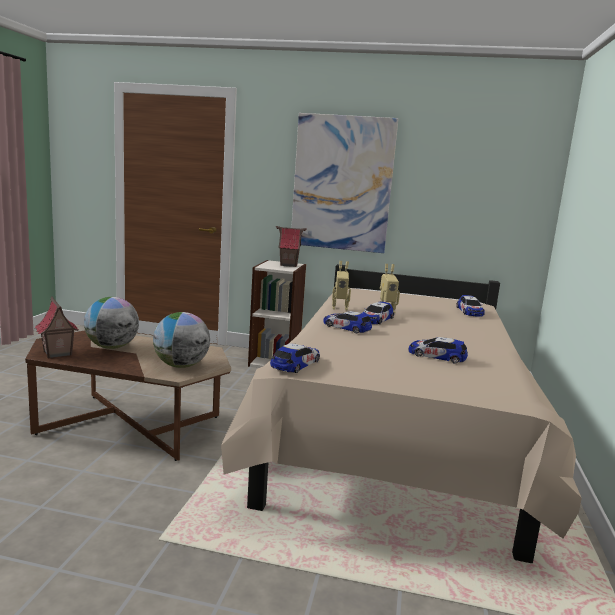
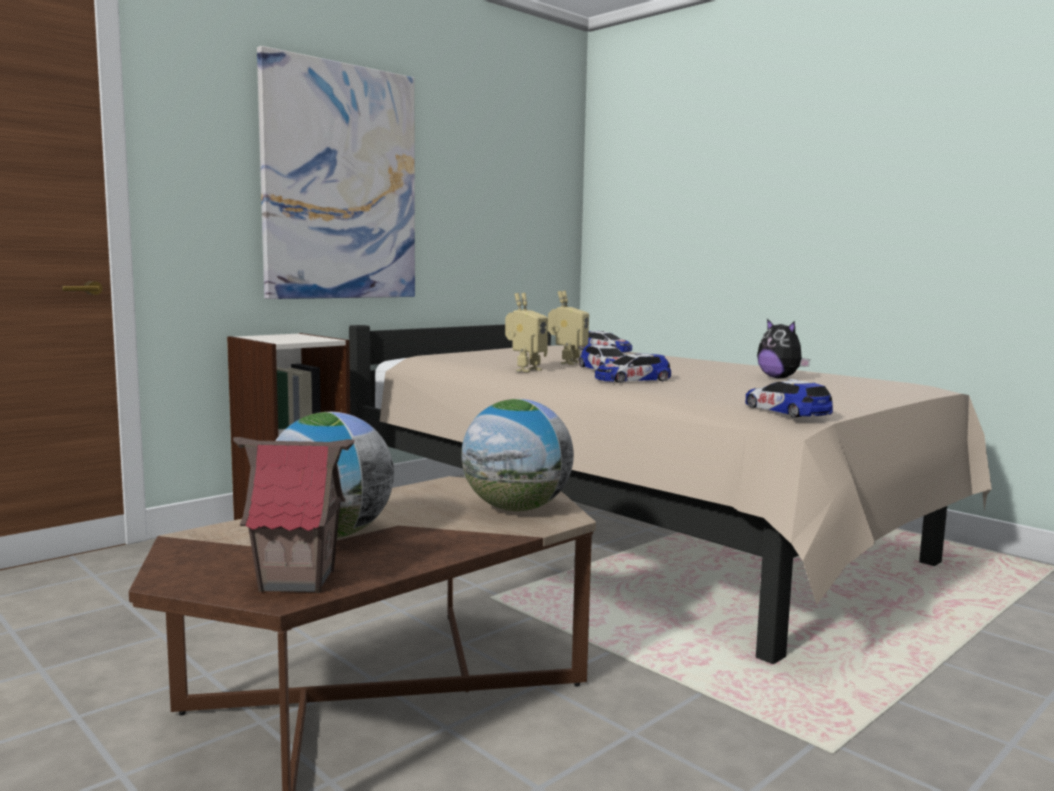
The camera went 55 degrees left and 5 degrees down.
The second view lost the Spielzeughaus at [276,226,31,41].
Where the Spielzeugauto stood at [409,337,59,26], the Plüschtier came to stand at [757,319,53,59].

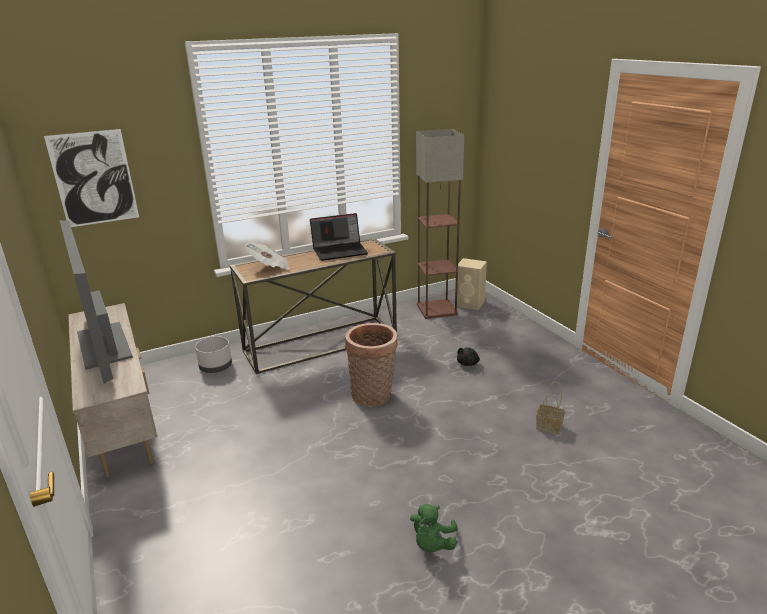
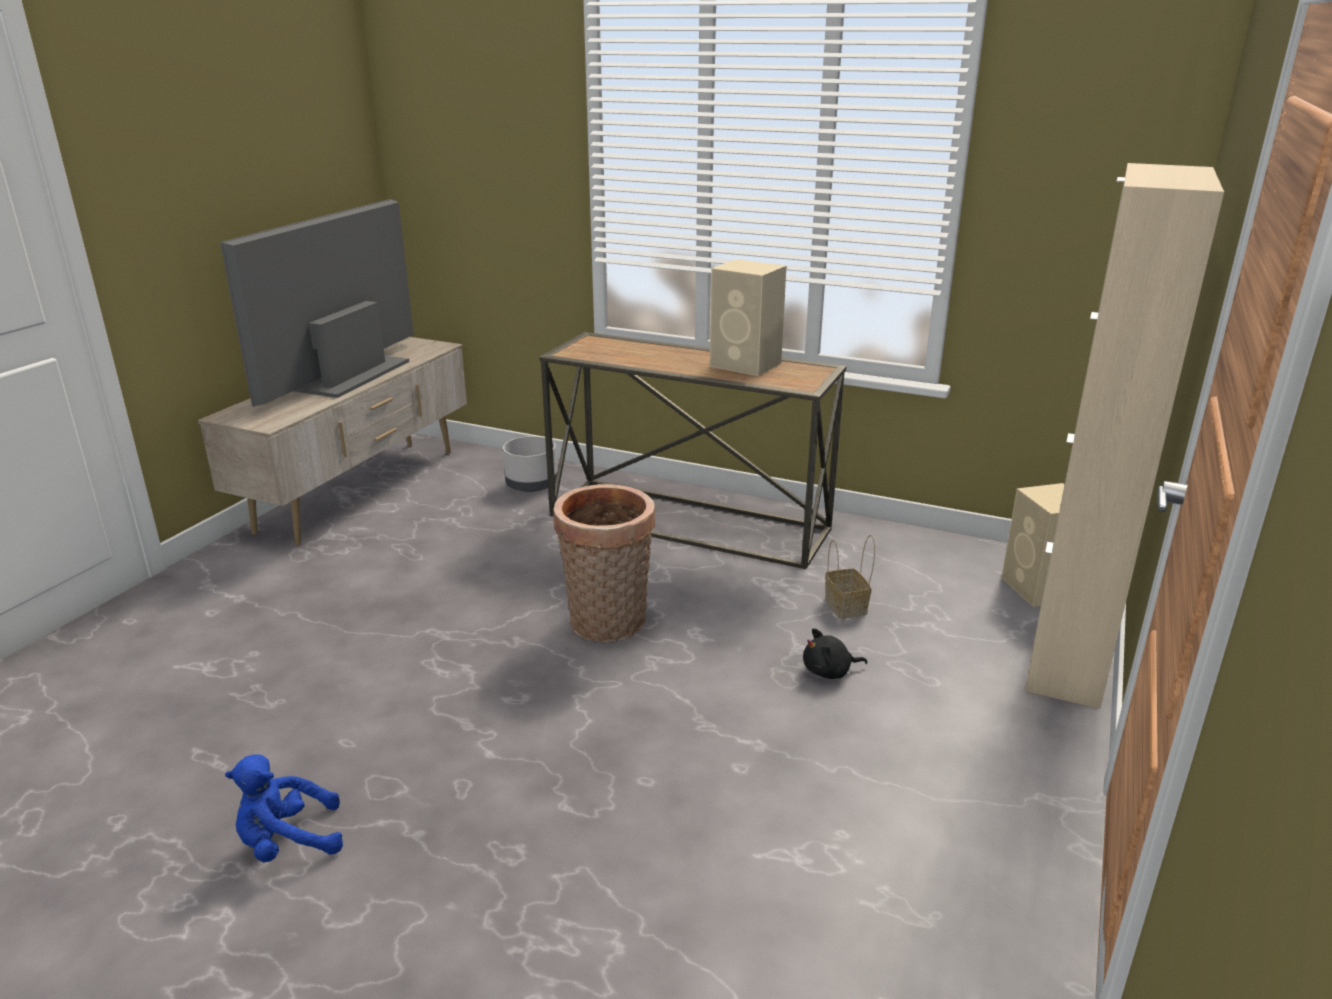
The camera went 50 degrees right and 0 degrees up.
The second view lost the Bild at [44,129,95,98].
The second view lost the Stehlampe at [416,129,48,190].
Where the Laptop stood at [310,213,58,48], the Lautsprecher (beige) came to stand at [710,259,76,117].
The second view lost the Zeitung at [245,244,45,25].
The Korb ended up elsewhere, having gone from [536,382,29,53] to [825,535,50,84].
What was the Plüschtier (grün) at [410,504,48,48] turned into the Plüschtier (blau) at [225,754,118,108].
The second view gained the Schrank (beige) at [1025,163,199,546].

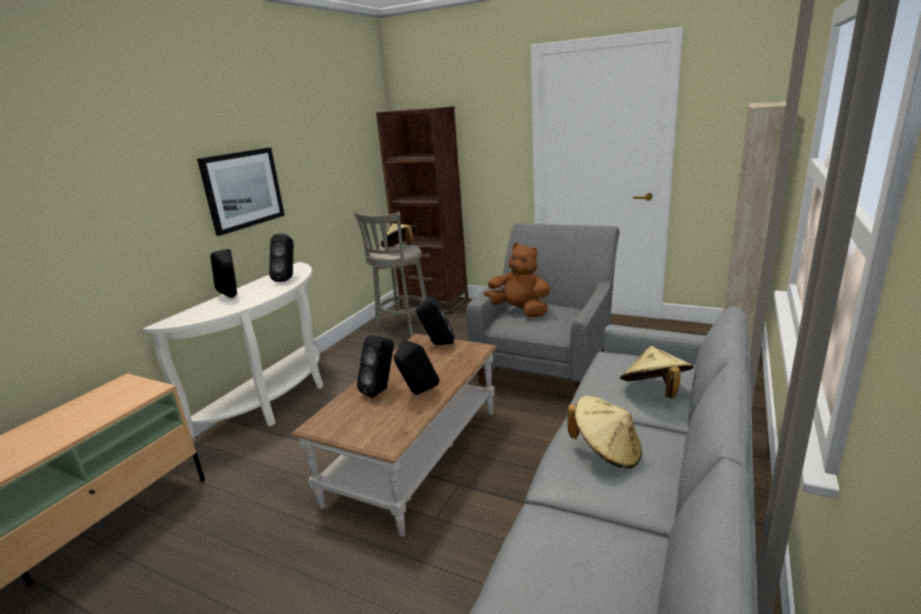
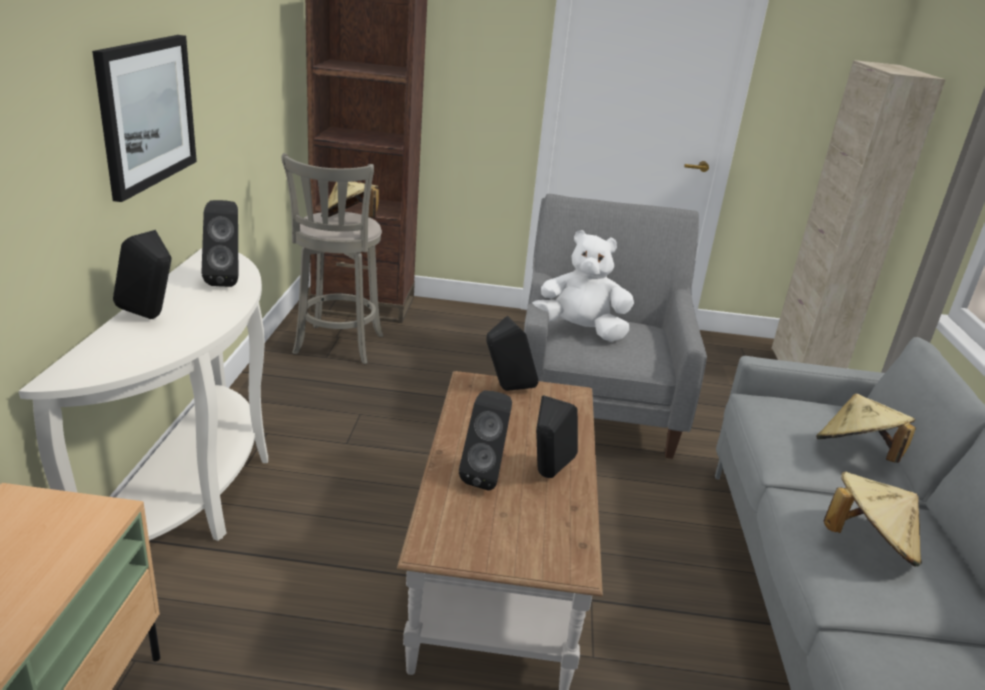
The camera went 25 degrees left and 5 degrees up.
What was the Plüschtier (braun) at [484,243,66,75] turned into the Plüschtier (weiß) at [532,230,102,112].

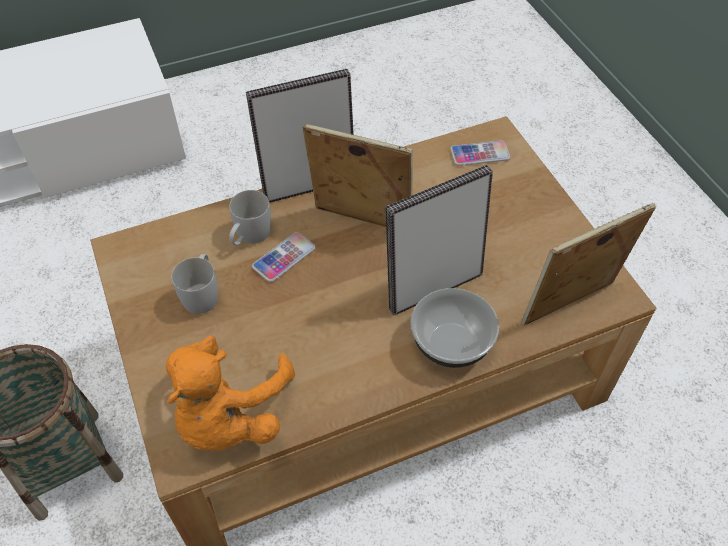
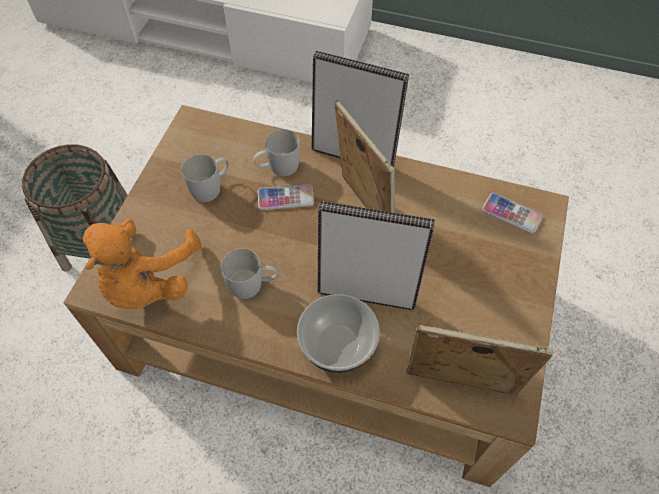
The camera went 40 degrees right and 5 degrees up.
The Plüschtier (orange) at [166,336,129,114] ended up facing another way, 45 degrees counterclockwise from before.
The second view gained the Henkelbecher (weiß) at [221,249,57,50].

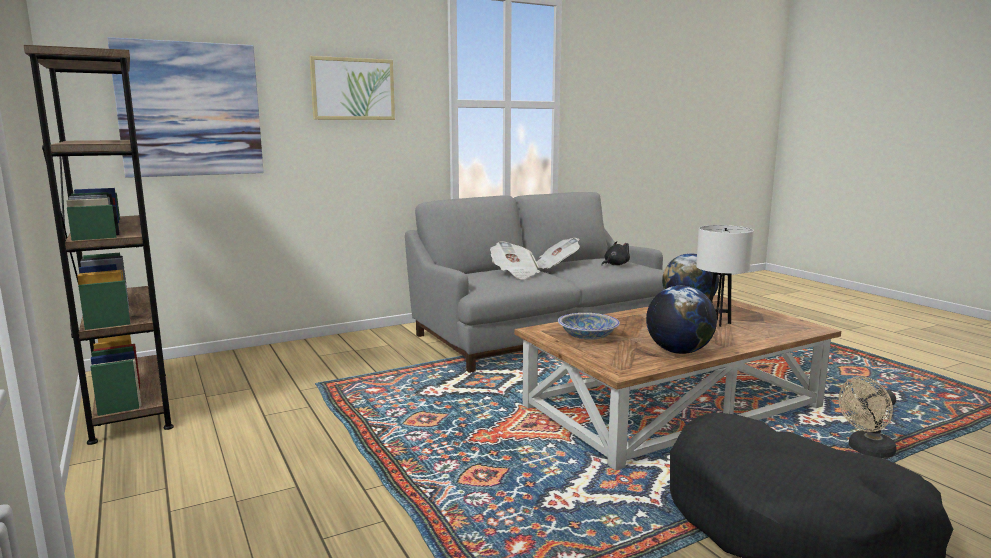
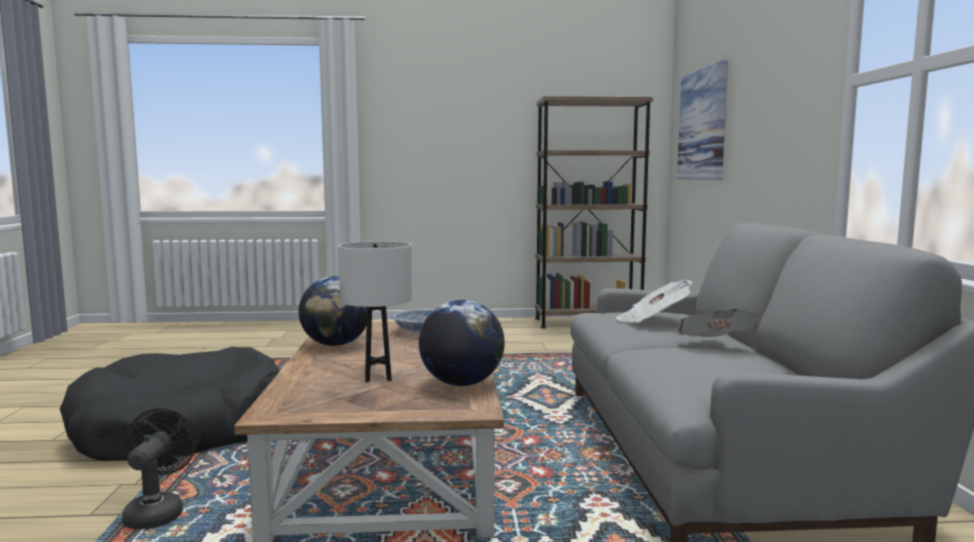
The camera went 115 degrees right and 5 degrees down.
The second view lost the Bild at [309,56,86,64].
The second view lost the Plüschtier (schwarz) at [601,241,29,24].
What was the Ventilator (beige) at [839,377,58,81] turned into the Ventilator (schwarz) at [122,408,75,121].

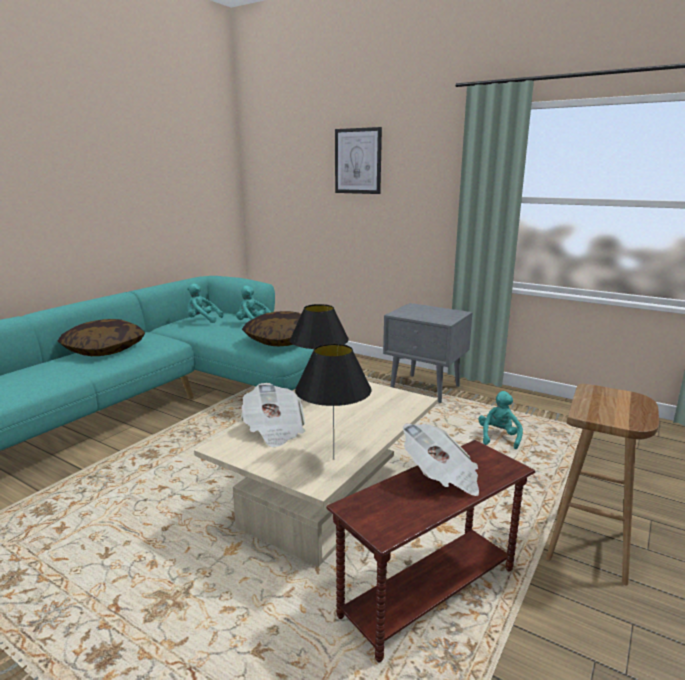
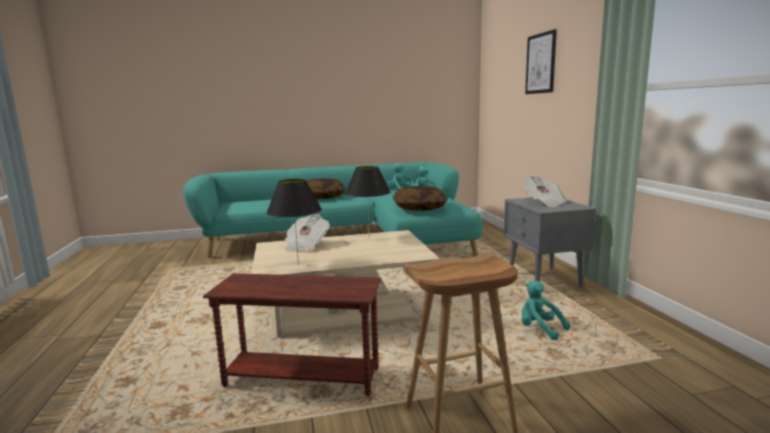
The camera went 45 degrees right and 5 degrees down.
The Plüschtier (türkis) at [478,391,45,58] ended up facing another way, 105 degrees counterclockwise from before.
The Zeitung ended up elsewhere, having gone from [403,423,76,73] to [523,176,44,31].

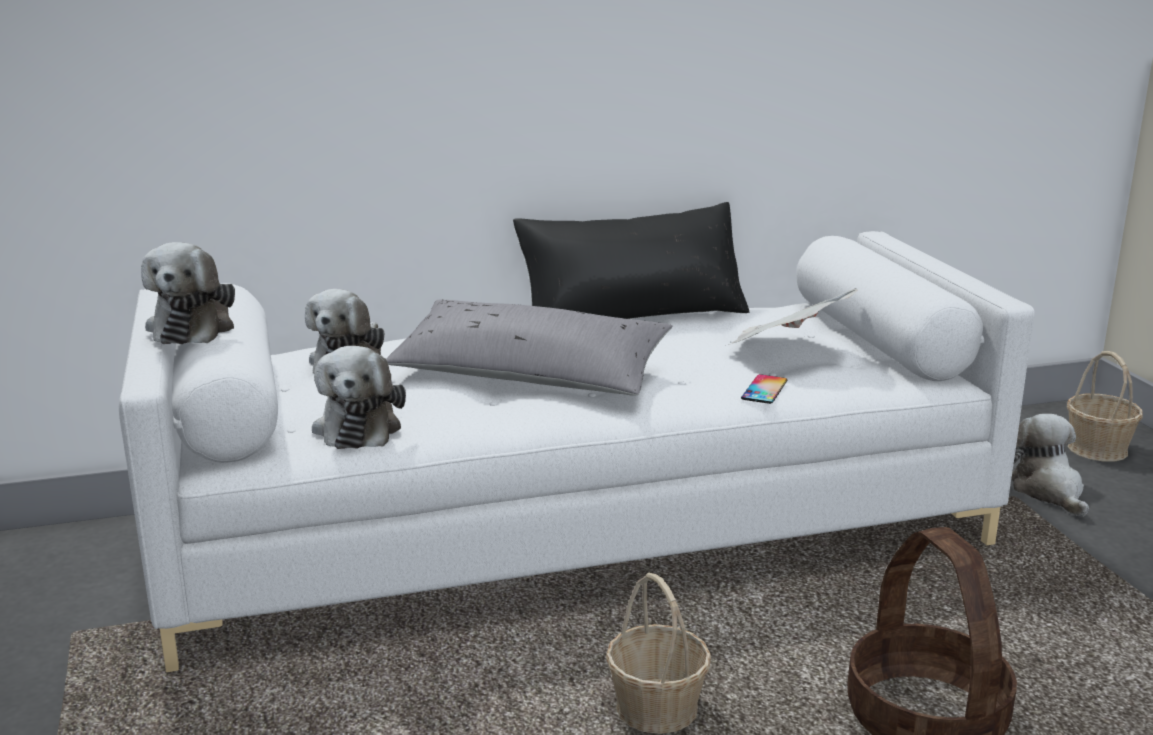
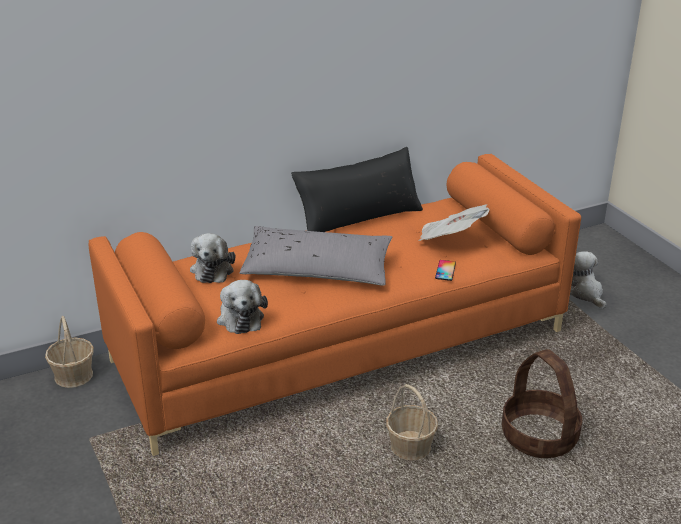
The camera went 10 degrees left and 10 degrees up.
What was the Sofa (weiß) at [119,231,916,441] turned into the Sofa (orange) at [89,154,492,302].
The second view lost the Plüschtier at [141,242,94,102].
The Korb ended up elsewhere, having gone from [1067,351,76,111] to [45,316,49,72].

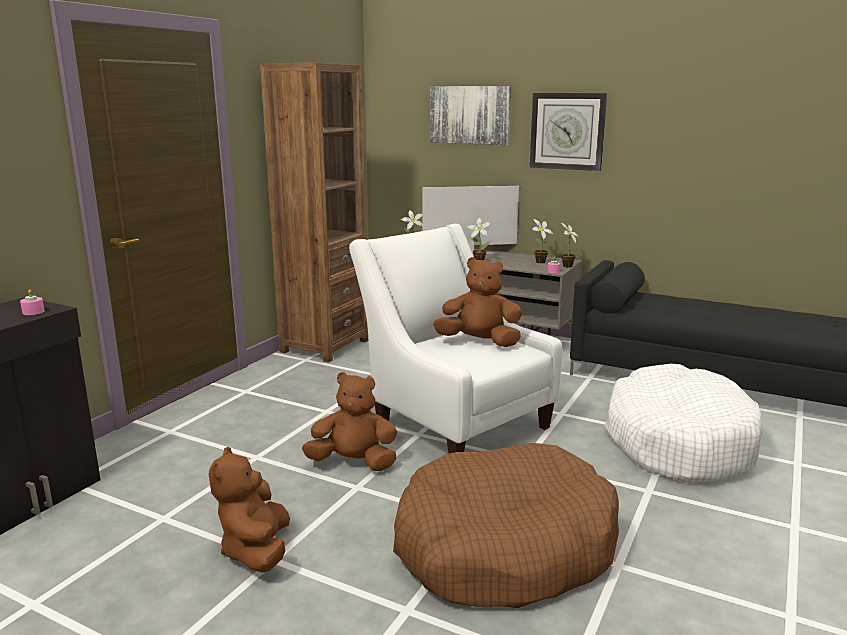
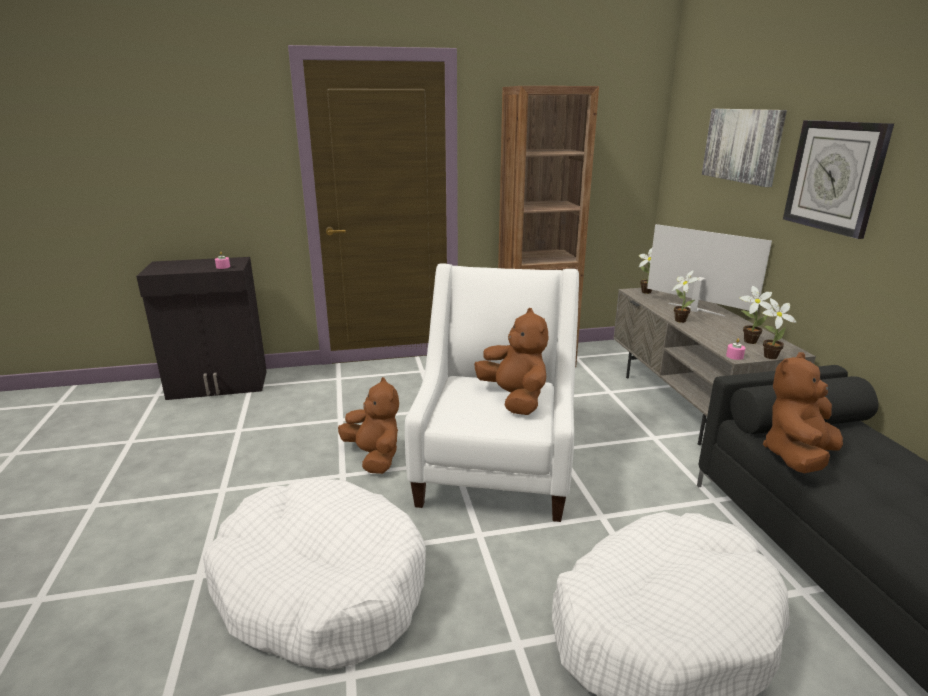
The camera went 50 degrees right and 5 degrees up.
What was the Hundebett (braun) at [393,443,226,165] turned into the Hundebett (weiß) at [203,478,223,192].
The Plüschtier (braun) ended up elsewhere, having gone from [209,447,81,126] to [763,352,80,121].

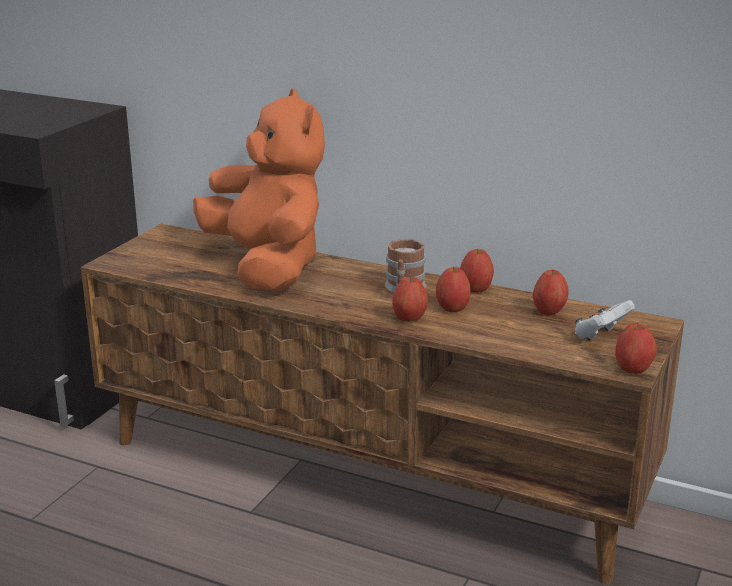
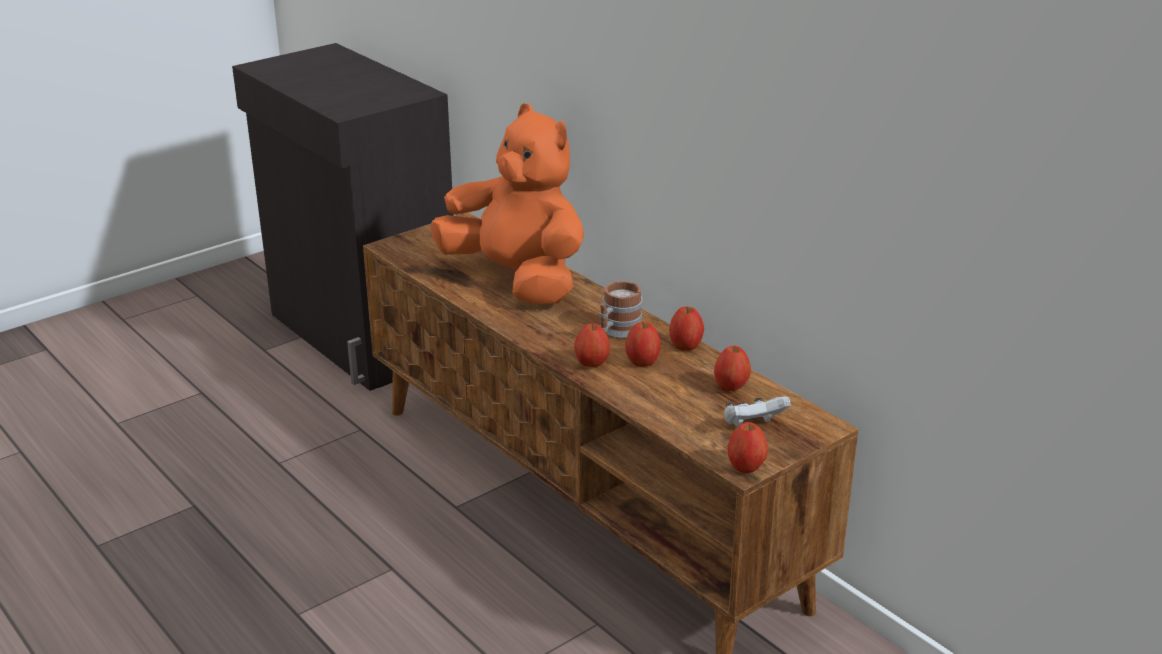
The camera went 25 degrees right and 5 degrees up.
The Plüschtier (orange) at [193,89,132,202] ended up facing another way, 45 degrees counterclockwise from before.

